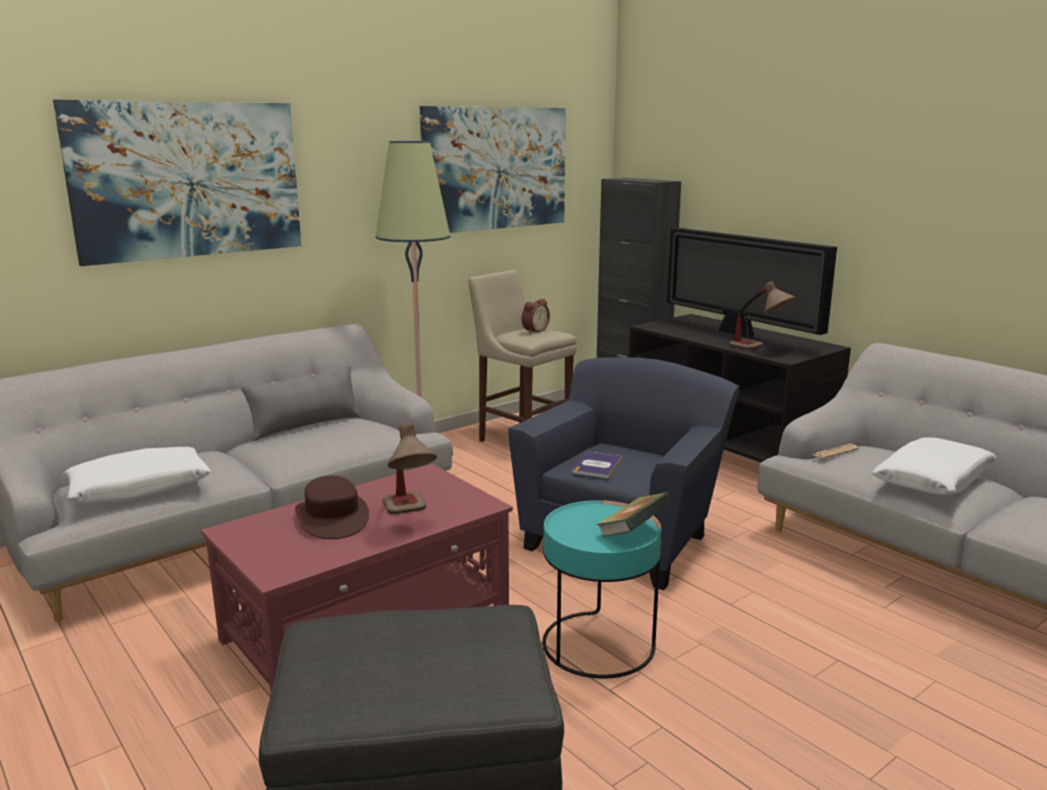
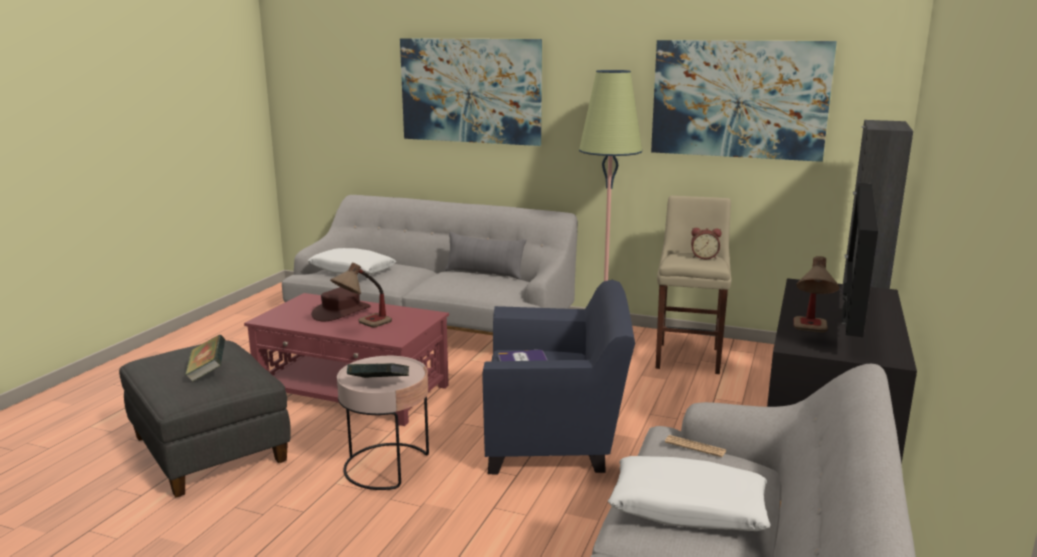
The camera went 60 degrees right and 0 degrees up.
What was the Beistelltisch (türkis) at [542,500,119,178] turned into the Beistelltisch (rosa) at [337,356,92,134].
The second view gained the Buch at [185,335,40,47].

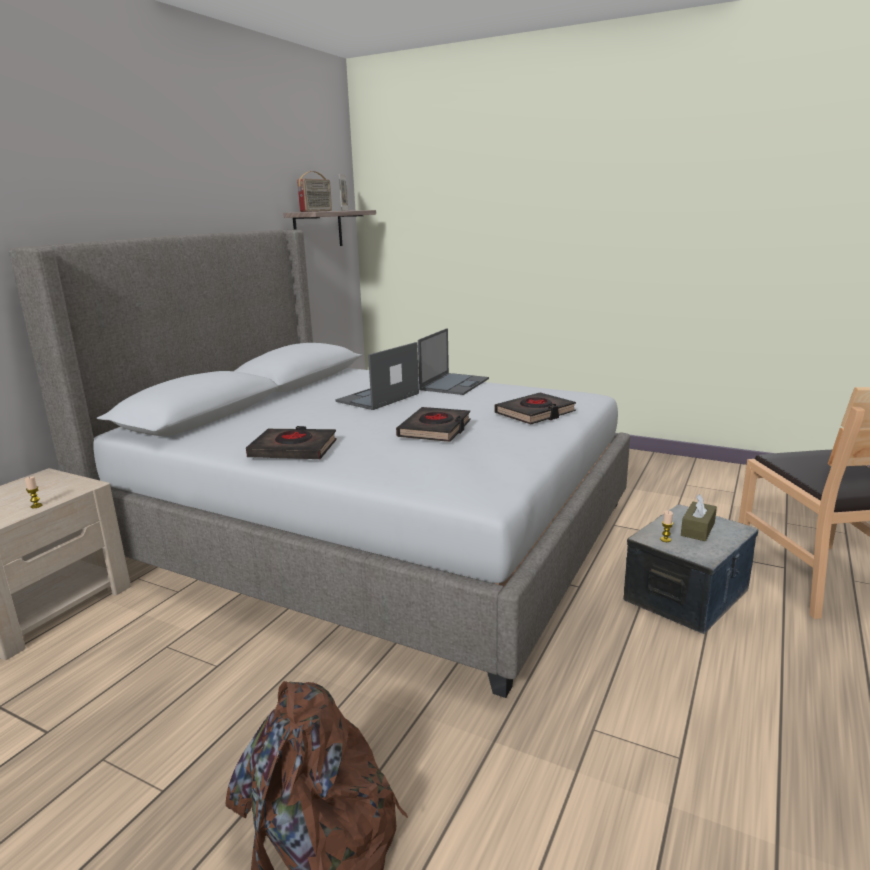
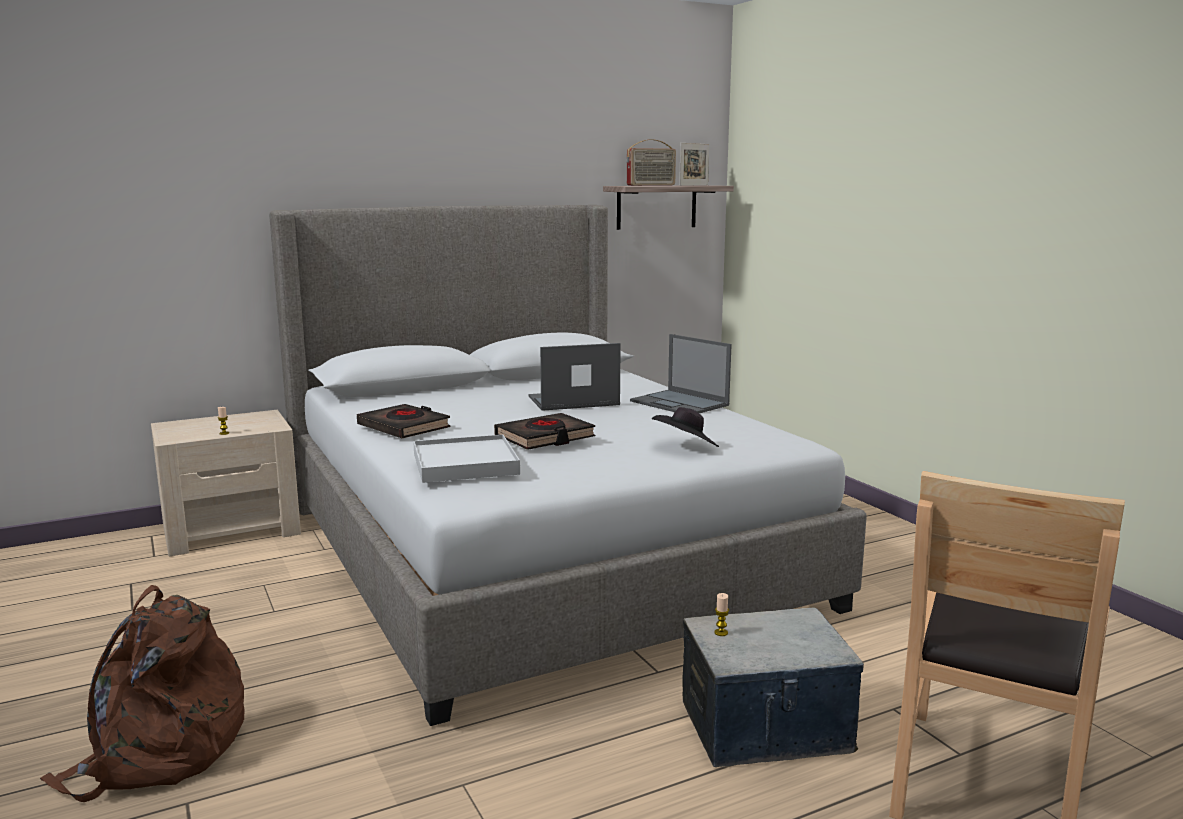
The camera went 35 degrees right and 5 degrees down.
The Laptop at [418,328,71,67] ended up facing another way, 75 degrees clockwise from before.
Where the Buch (schwarz) stood at [494,393,82,31], the Hut (schwarz) came to stand at [652,407,67,40].
The second view lost the Taschentuchbox (braun) at [681,494,36,47].
The second view gained the Tablett (weiß) at [413,435,107,48].

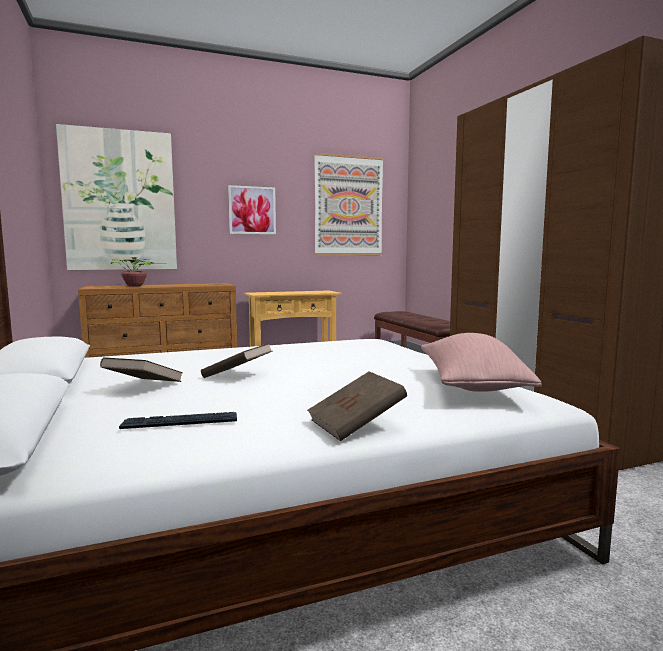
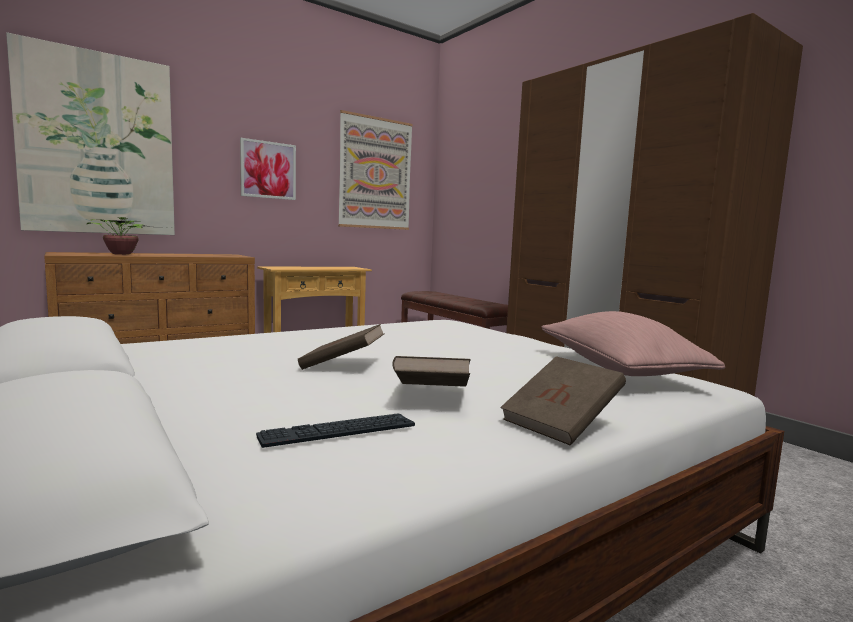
The camera went 15 degrees left and 0 degrees up.
The Buch (braun) ended up elsewhere, having gone from [100,357,83,25] to [392,356,79,31].

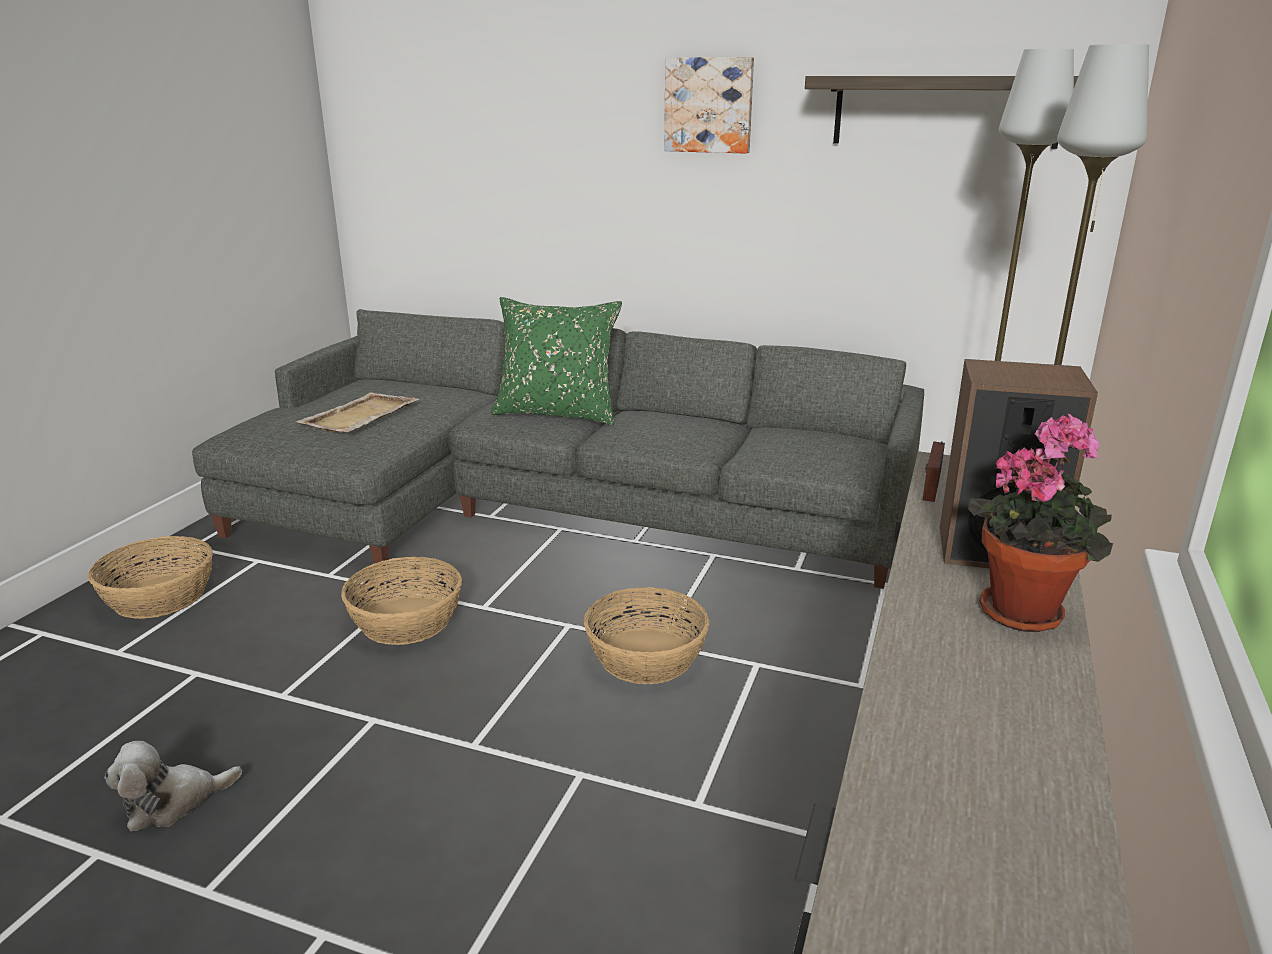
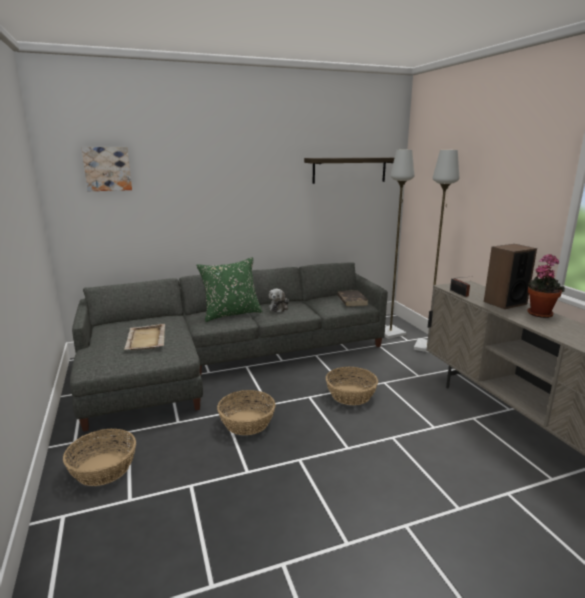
The camera went 40 degrees left and 5 degrees down.
The Bild ended up elsewhere, having gone from [664,57,90,97] to [81,147,51,44].
The Plüschtier ended up elsewhere, having gone from [105,741,137,90] to [269,289,20,23].
The second view gained the Buch (braun) at [337,290,32,17].

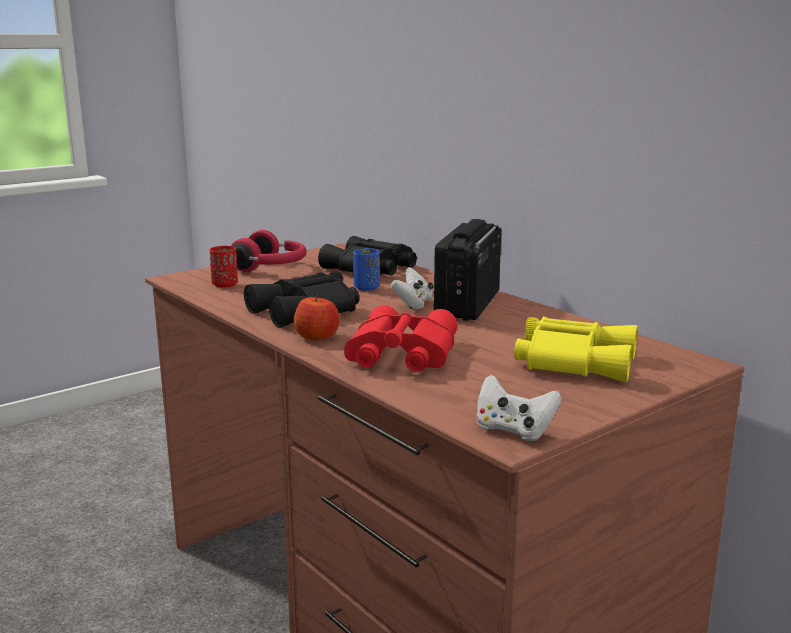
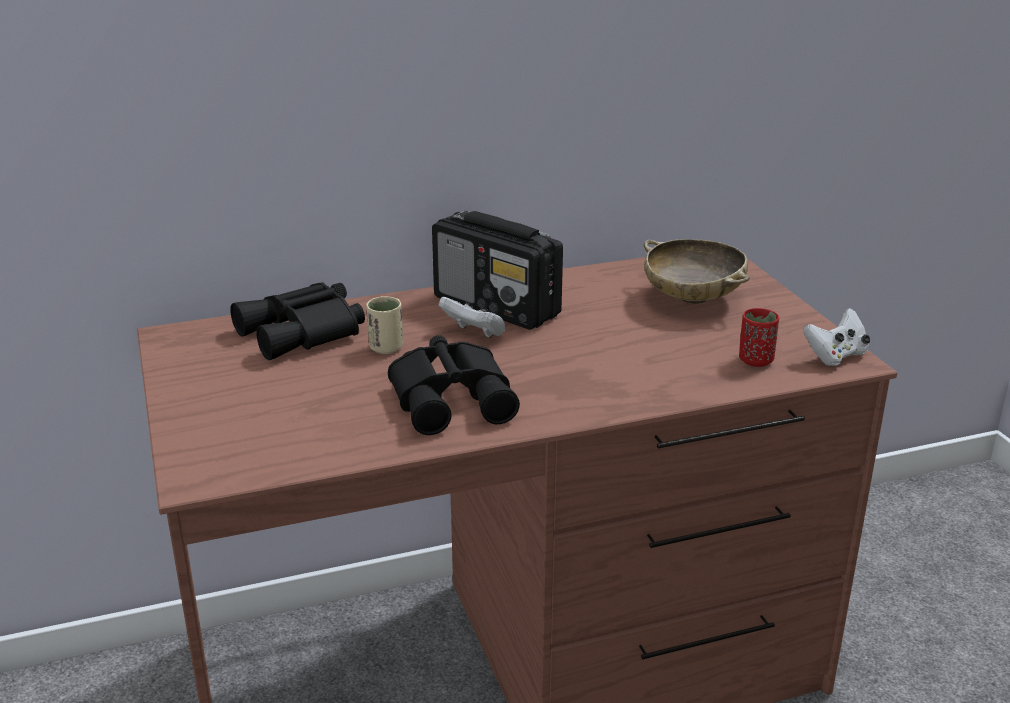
The camera went 70 degrees left and 10 degrees up.
The second view lost the Kopfhörer (rot) at [231,230,75,42].
The Tasse (rot) ended up elsewhere, having gone from [210,246,28,42] to [739,308,40,59].
What was the Tasse (blau) at [353,248,27,43] turned into the Tasse (beige) at [366,296,37,58].
The second view lost the Apfel at [293,294,47,46].
The second view lost the Fernglas (rot) at [344,305,113,67].
Where the Fernglas (gelb) stood at [514,317,124,65], the Schüssel (beige) came to stand at [644,239,106,65].

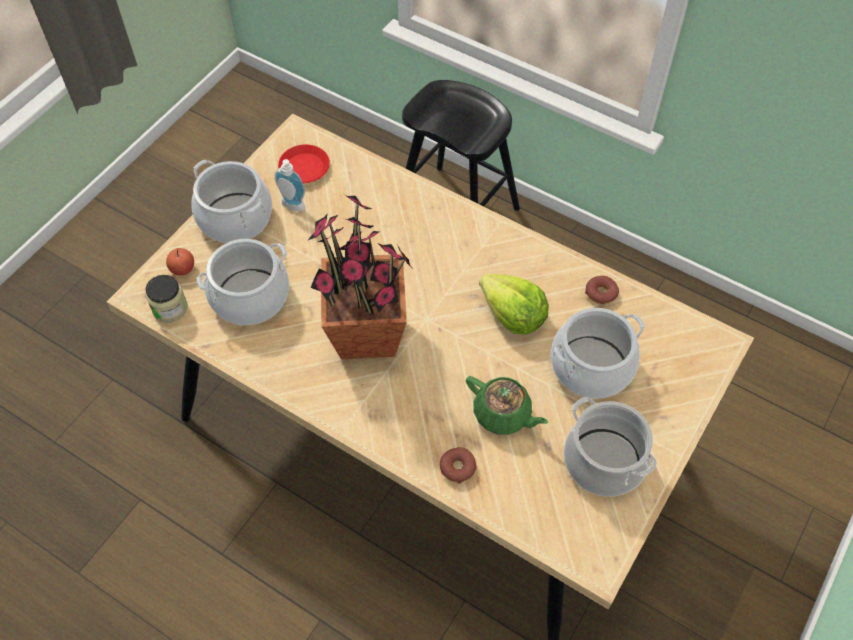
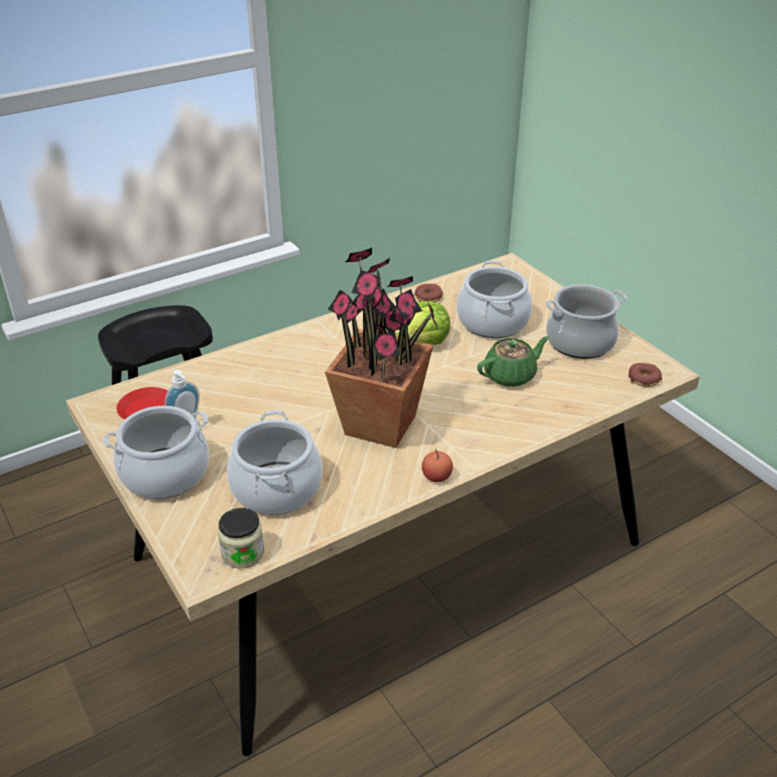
The camera went 65 degrees left and 20 degrees down.
The Apfel ended up elsewhere, having gone from [166,248,28,28] to [422,449,31,33].
The Donut ended up elsewhere, having gone from [440,447,36,37] to [628,363,34,24].

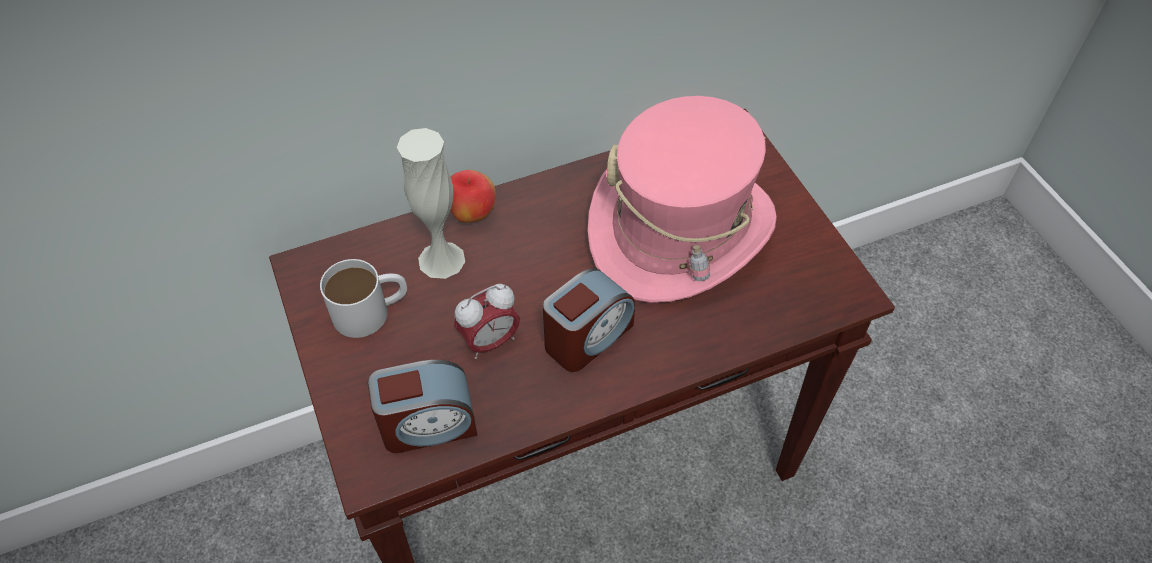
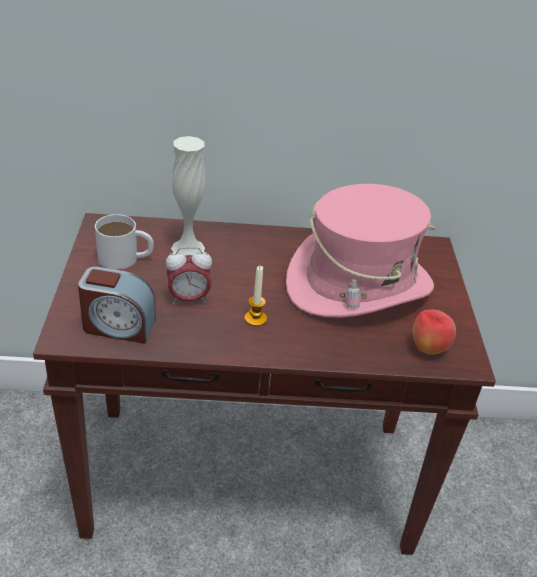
The camera went 20 degrees right and 15 degrees down.
The Apfel ended up elsewhere, having gone from [450,170,46,53] to [413,310,43,45].
Where the Wecker stood at [543,268,92,104], the Kerze came to stand at [244,266,23,60].

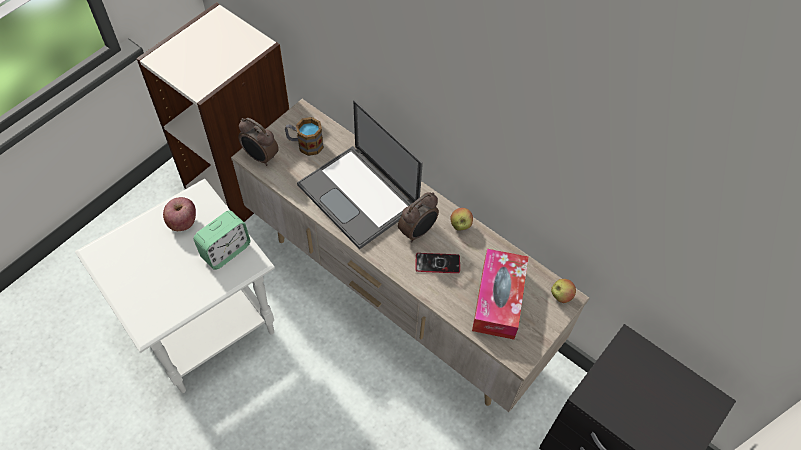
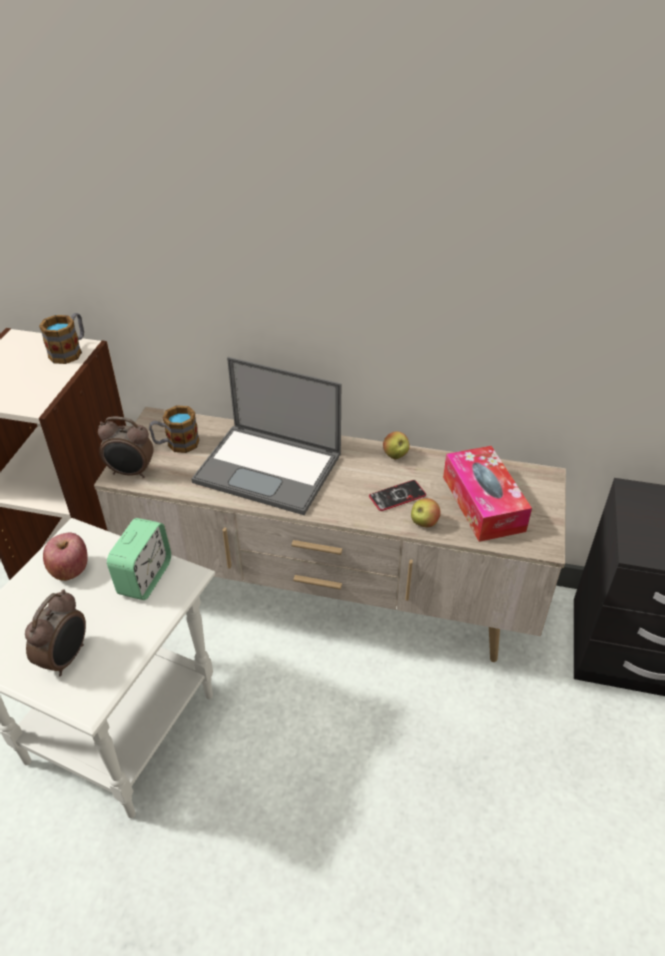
The camera went 25 degrees left and 15 degrees down.
The Wecker ended up elsewhere, having gone from [398,192,41,51] to [25,589,61,87].
The Apfel ended up elsewhere, having gone from [551,279,25,24] to [411,498,30,30].
The second view gained the Henkelbecher at [39,313,45,51].

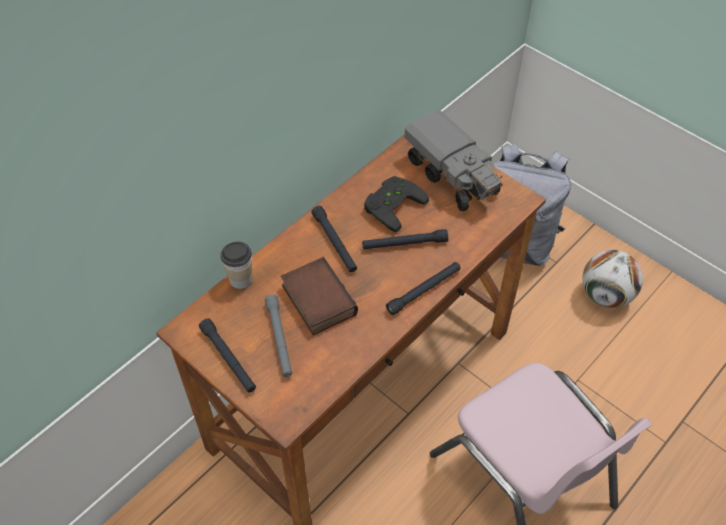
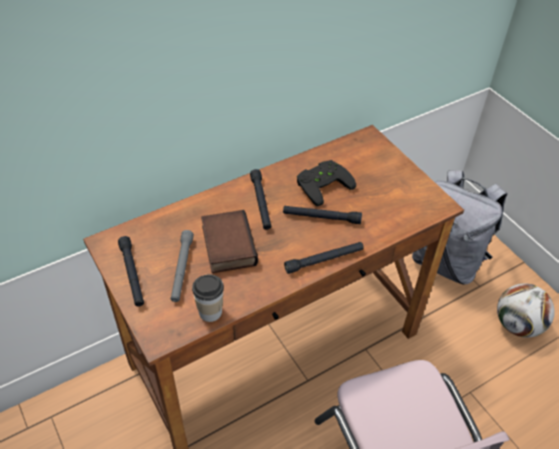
The camera went 15 degrees right and 5 degrees down.
The second view lost the Spielzeuglaster at [405,110,98,101].
The Tasse ended up elsewhere, having gone from [221,242,31,47] to [192,274,32,48].

